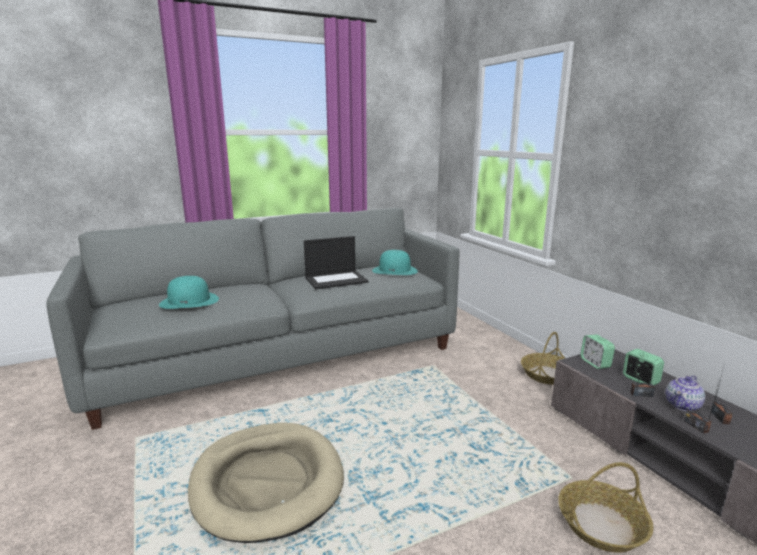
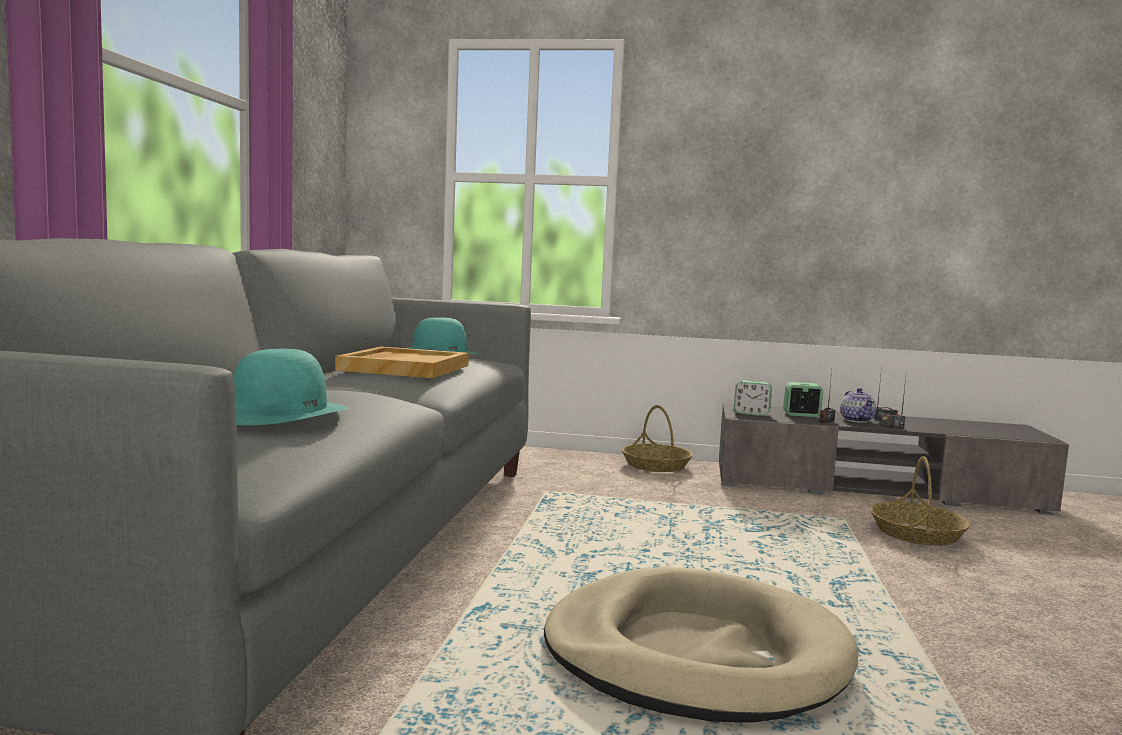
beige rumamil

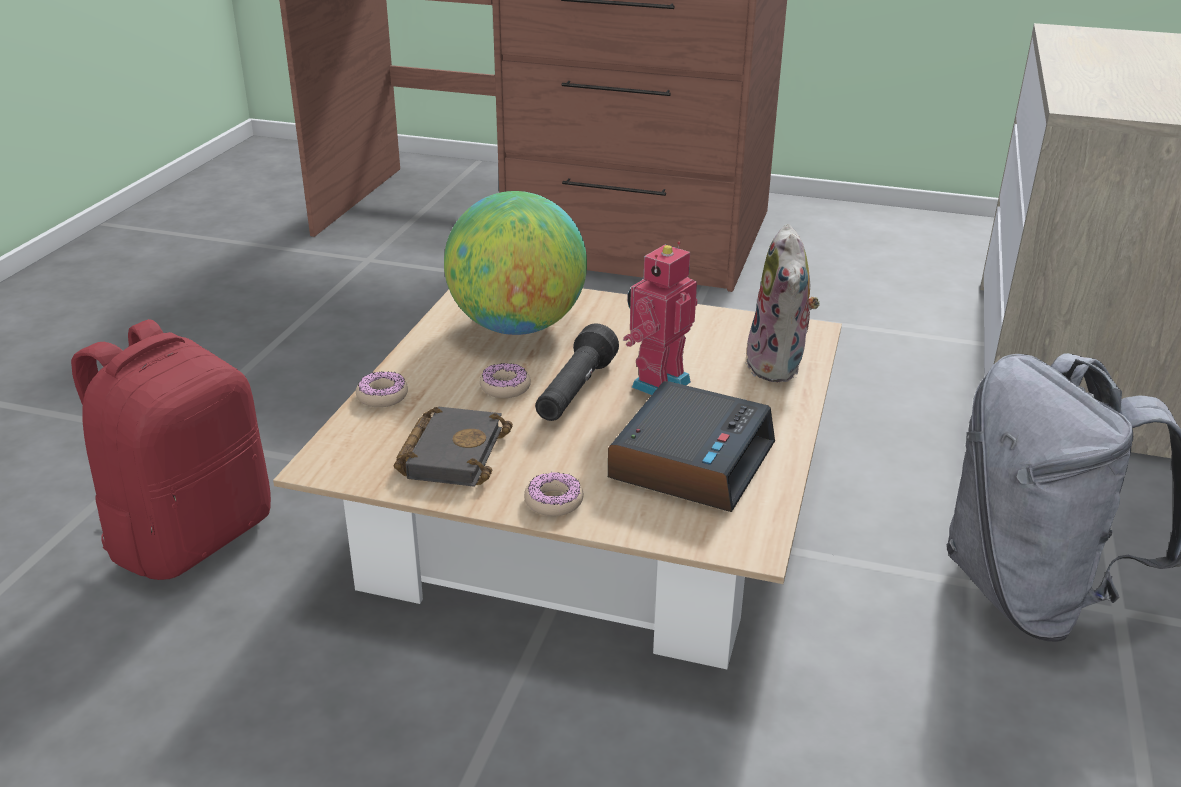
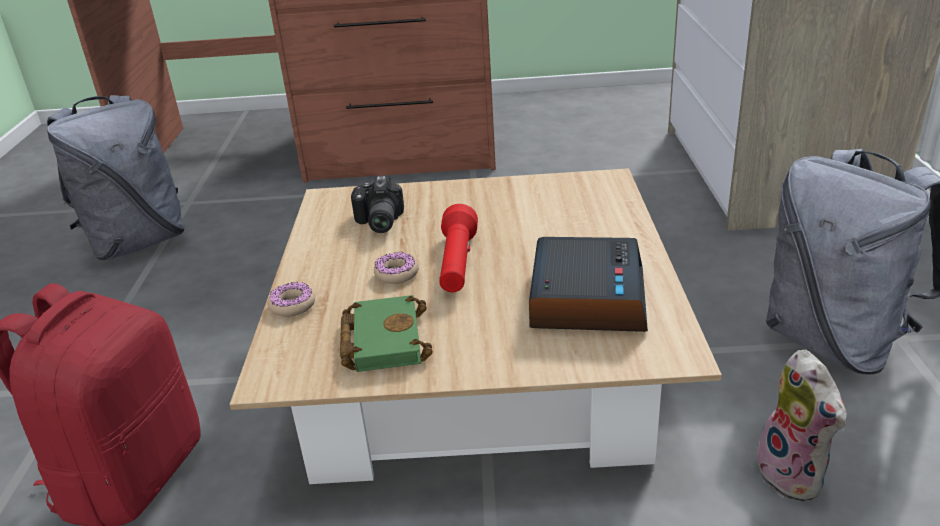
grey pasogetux (no. 1 from left)
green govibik
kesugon
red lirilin
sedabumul
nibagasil (no. 3 from left in the first image)
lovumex

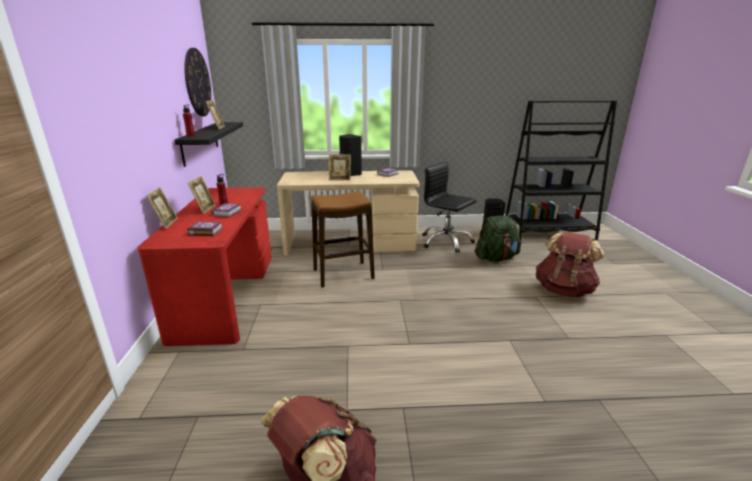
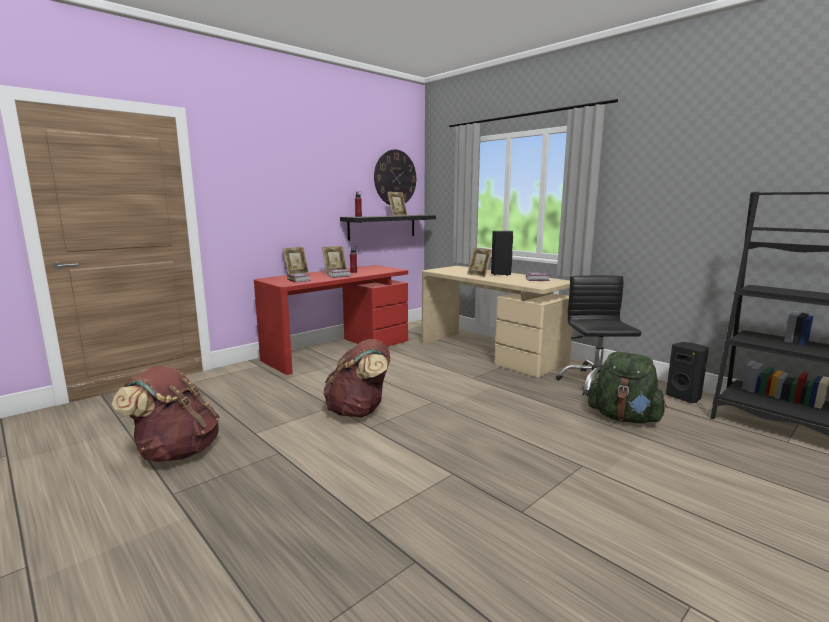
brown pasogetux (no. 2 from left)
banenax

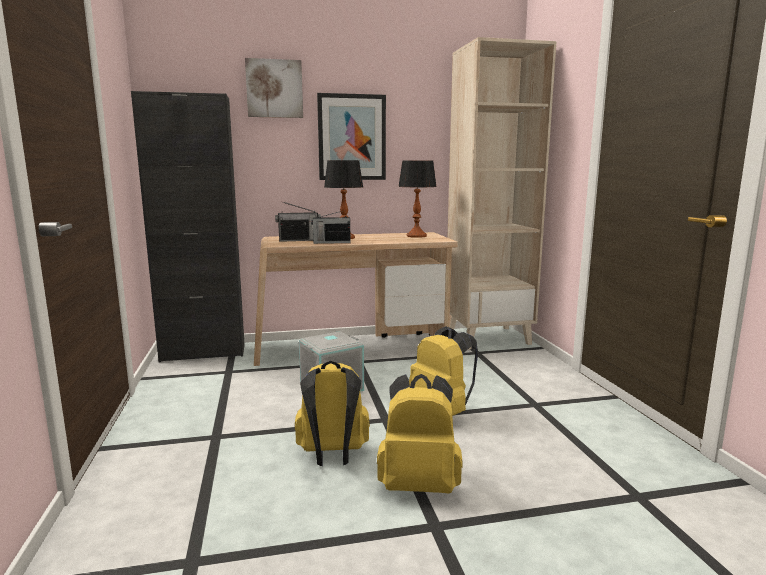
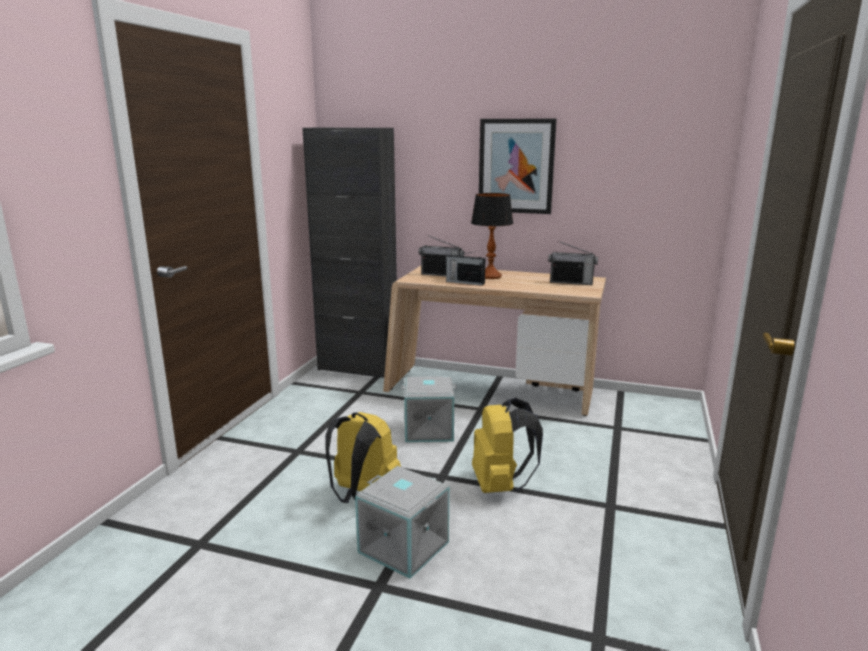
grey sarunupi (no. 1 from left)
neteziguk (no. 3 from left)
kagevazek (no. 1 from left in the first image)
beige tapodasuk

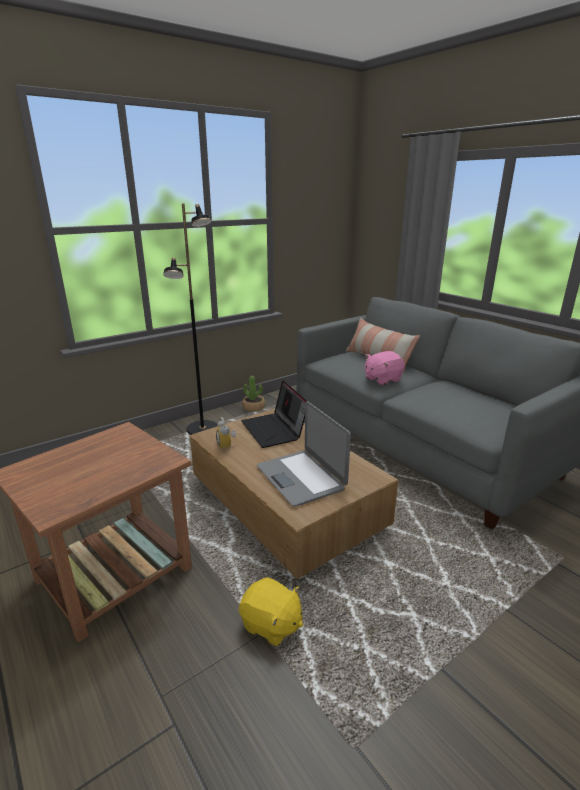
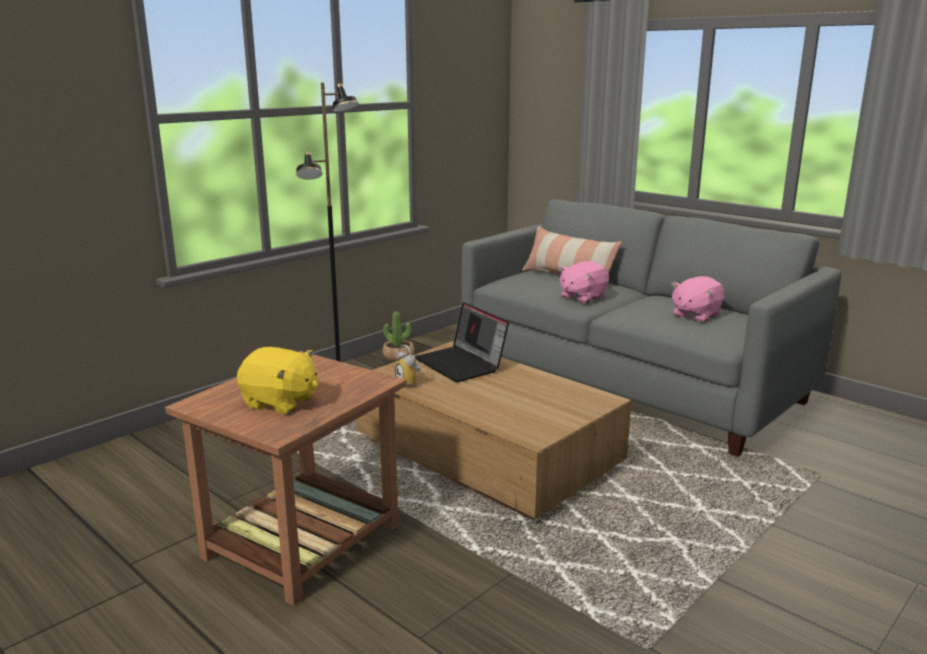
yellow sedabumul
pink sedabumul (no. 2 from left)
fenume (no. 2 from left in the first image)

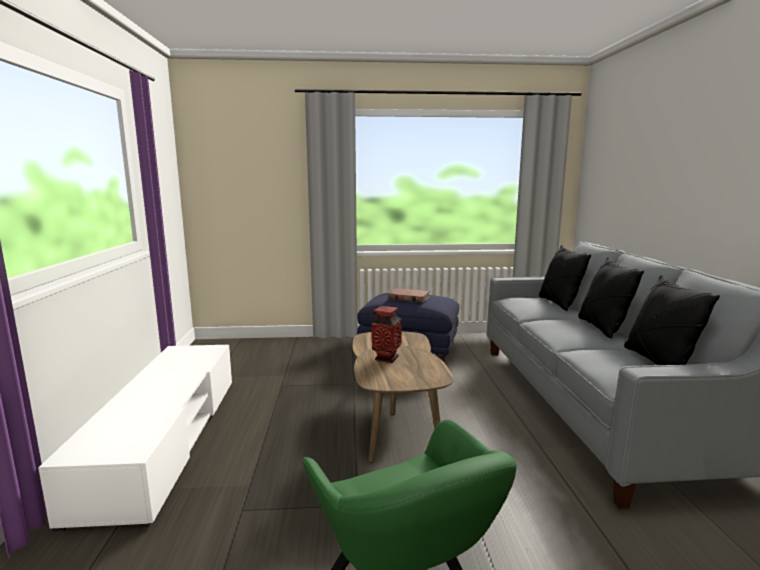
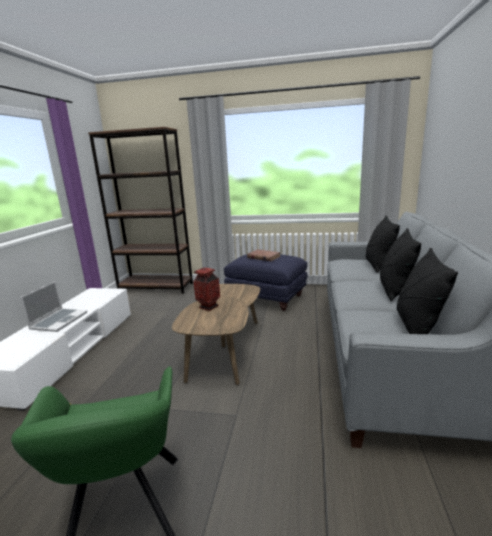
fenume
brown tapodasuk

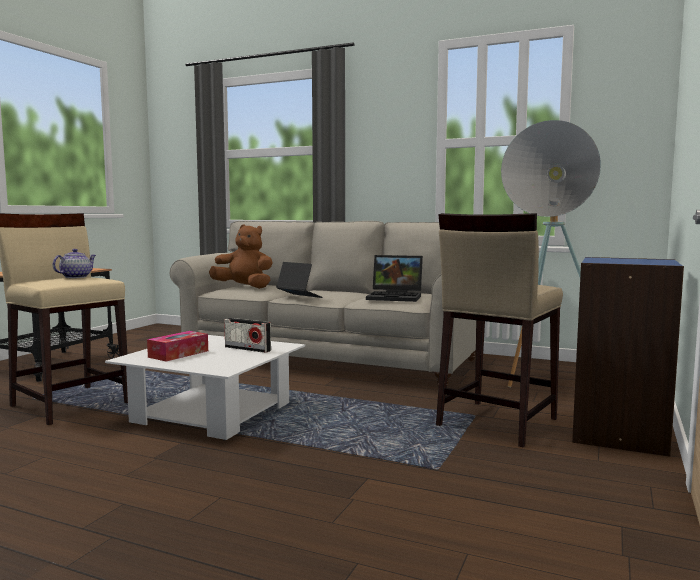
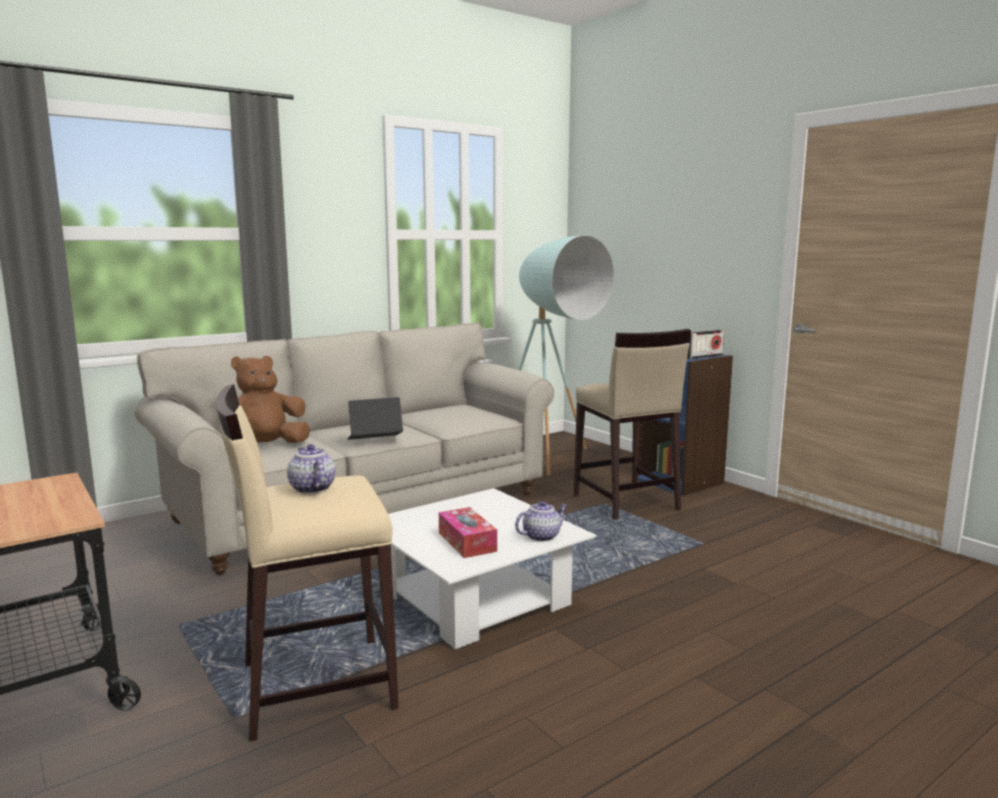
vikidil (no. 2 from left)
neteziguk
fenume (no. 2 from left in the first image)

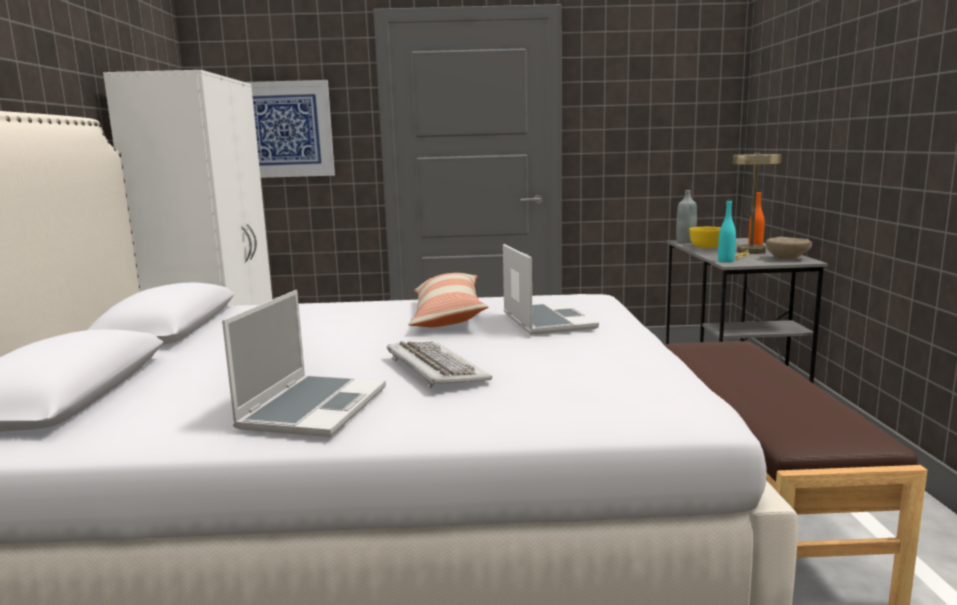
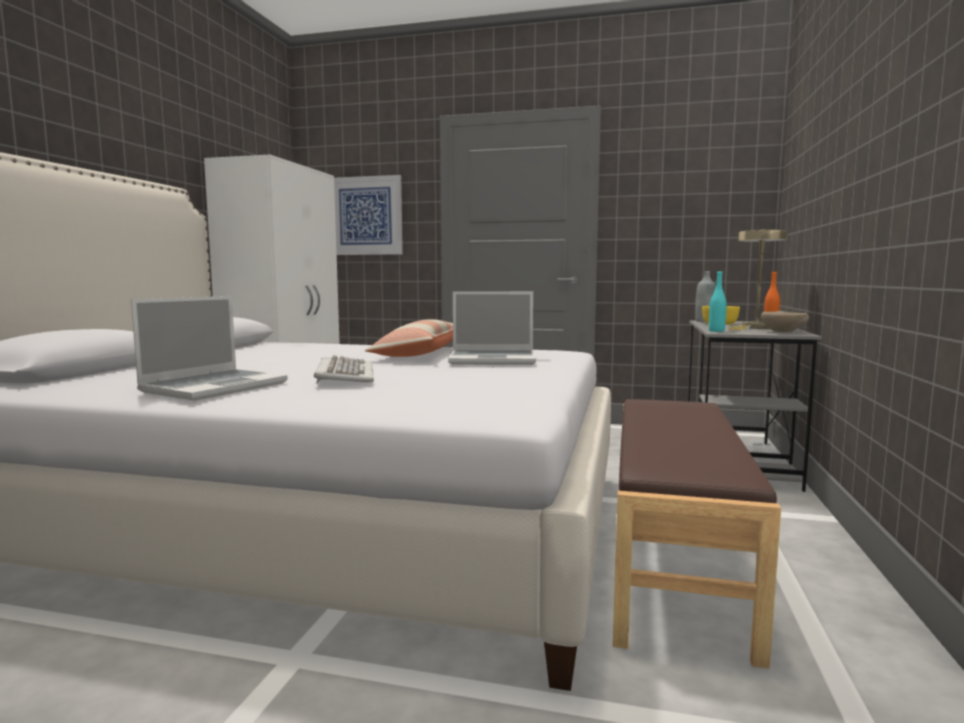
fenume (no. 2 from left)

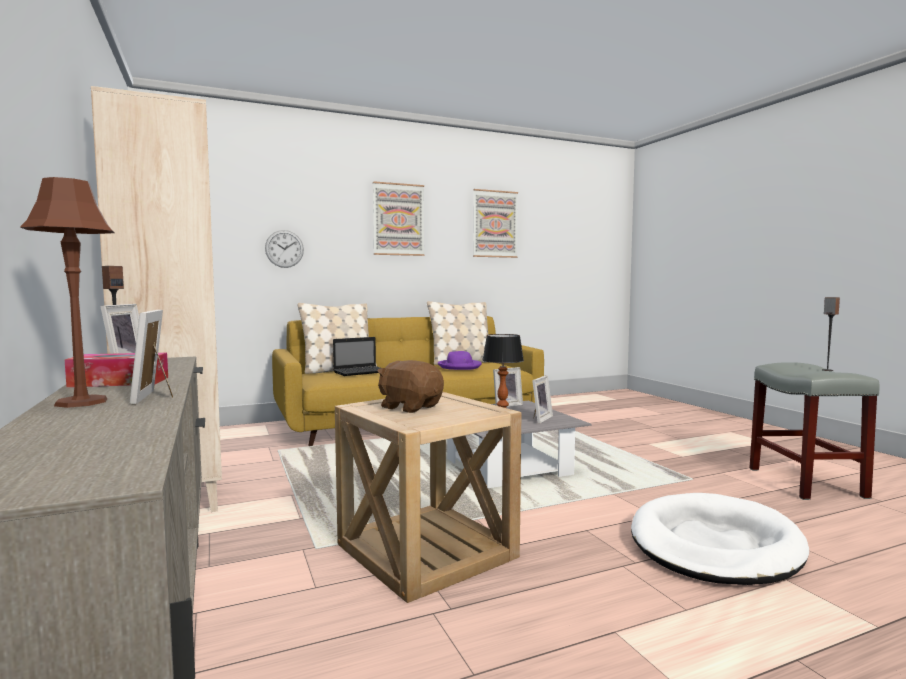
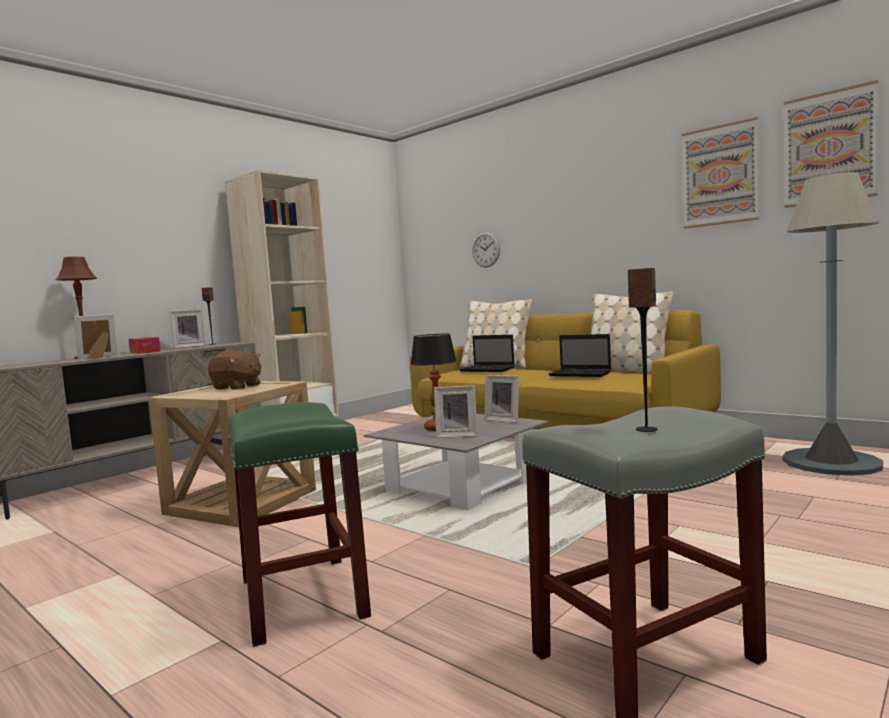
brown sedabumul
green banenax
fenume (no. 2 from left)
kagevazek (no. 2 from left)
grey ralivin

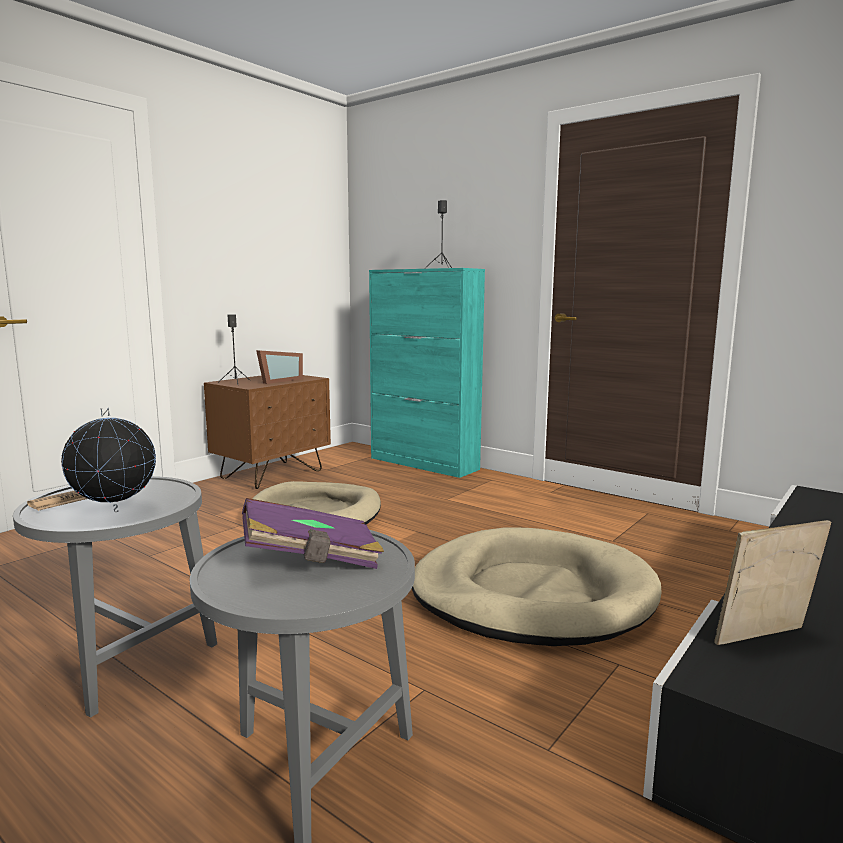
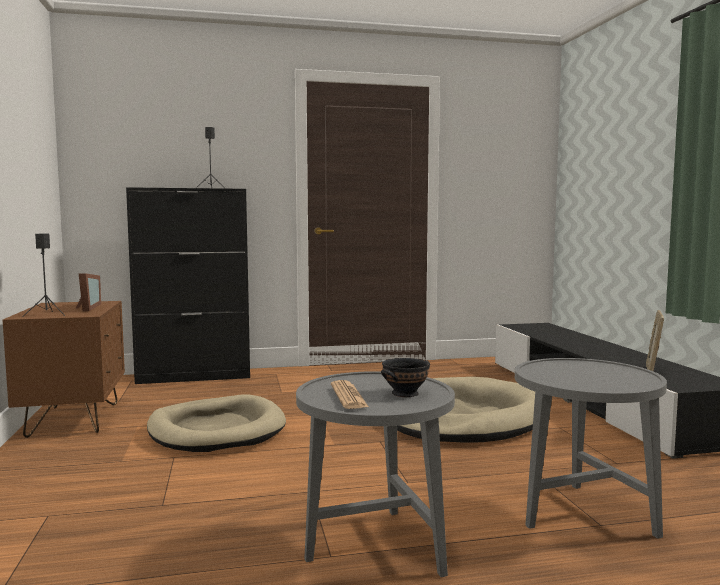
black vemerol
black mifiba
purple govibik

